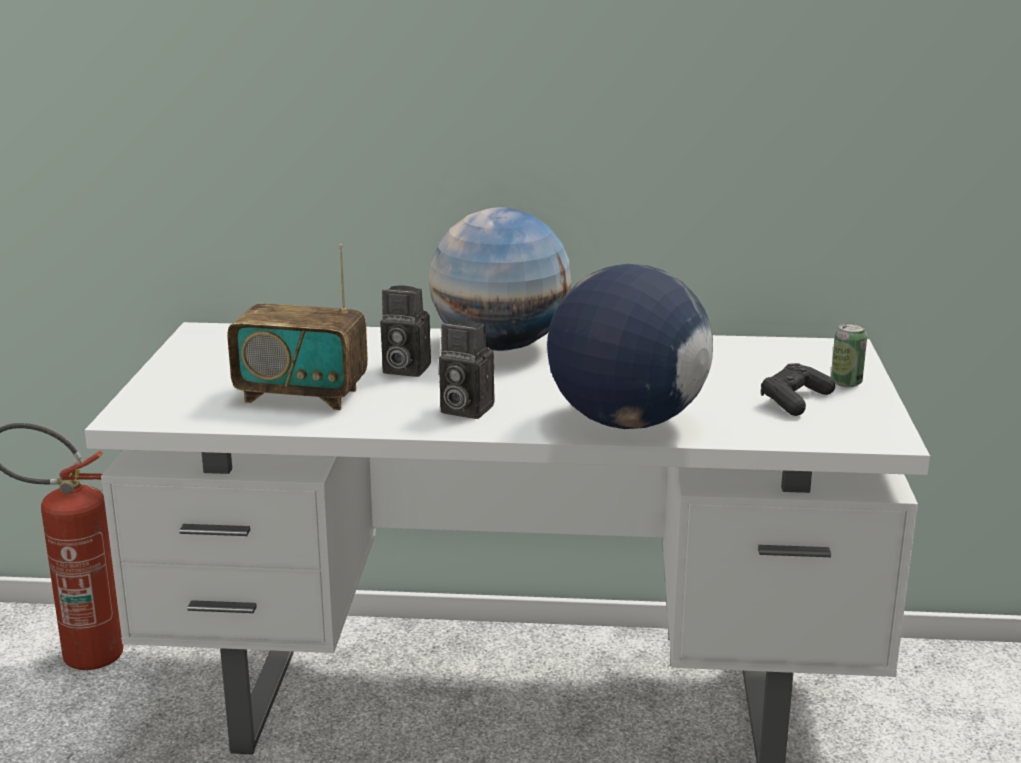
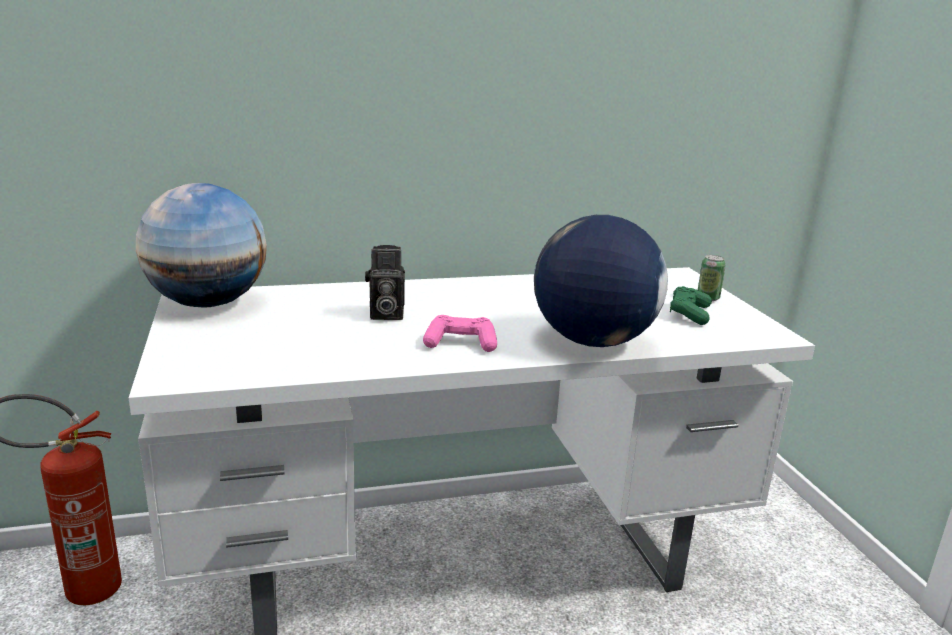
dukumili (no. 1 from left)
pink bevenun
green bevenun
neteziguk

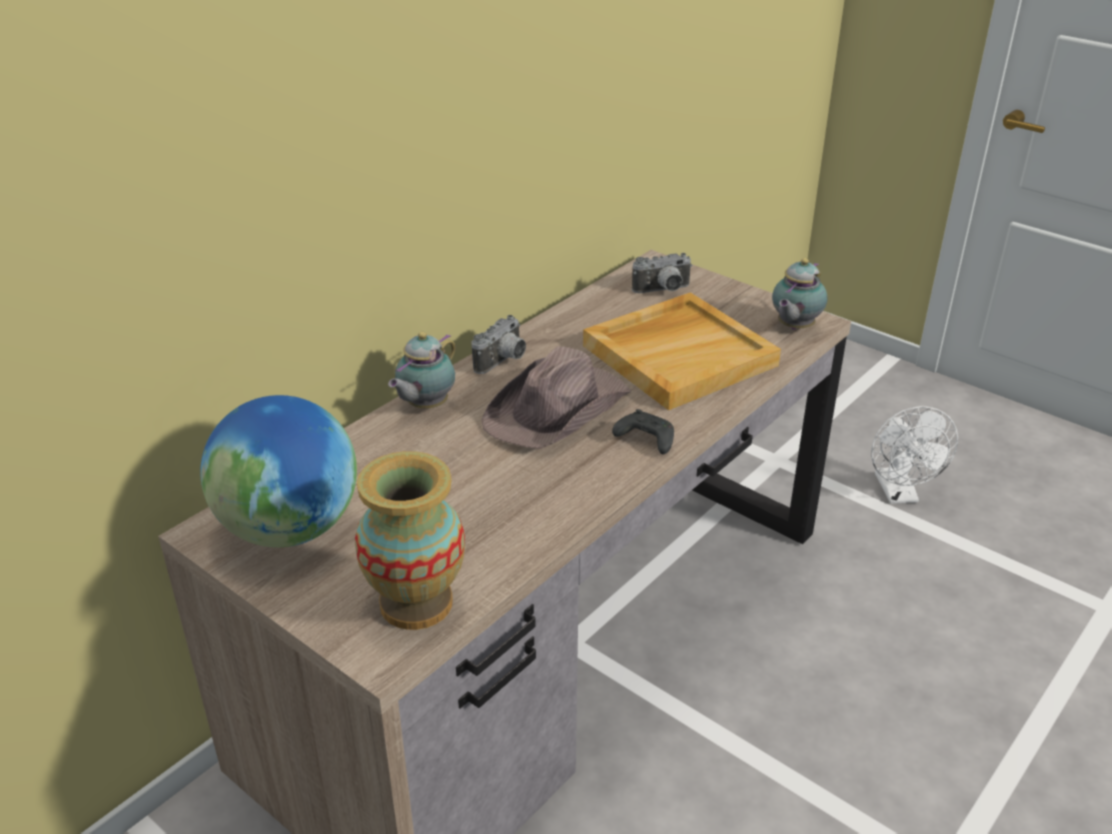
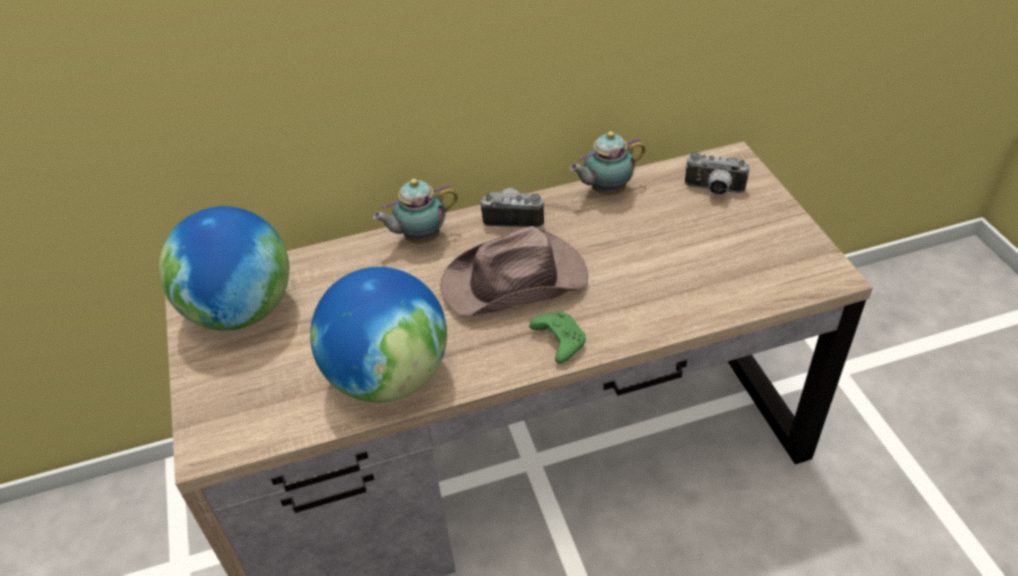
dukumili (no. 2 from left)
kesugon (no. 1 from left)
green bevenun
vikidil (no. 2 from left)
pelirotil
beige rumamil
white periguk

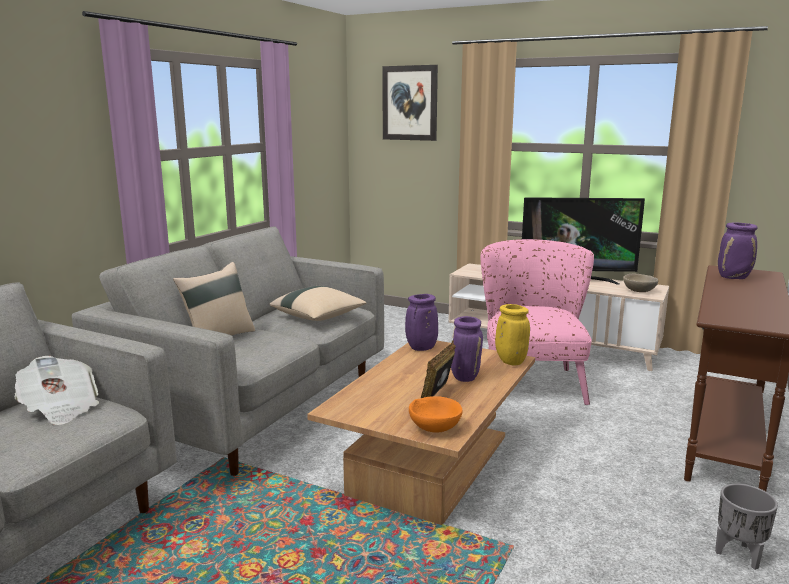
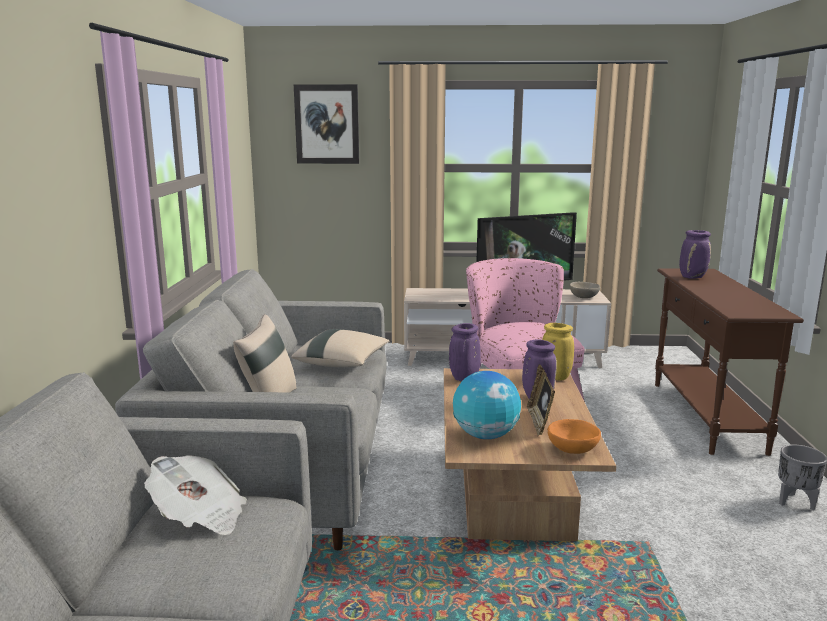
dukumili

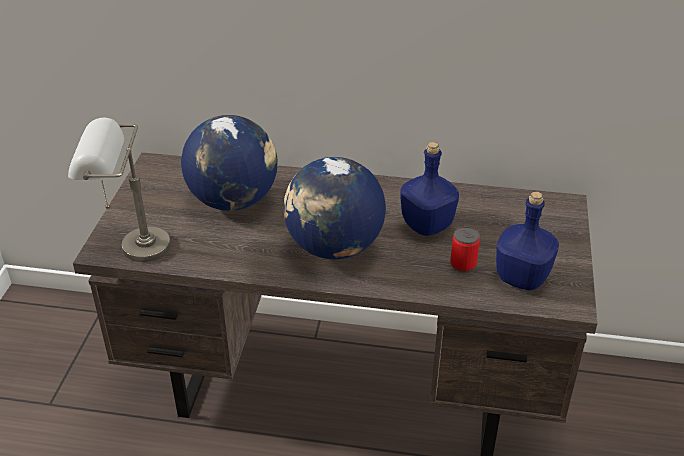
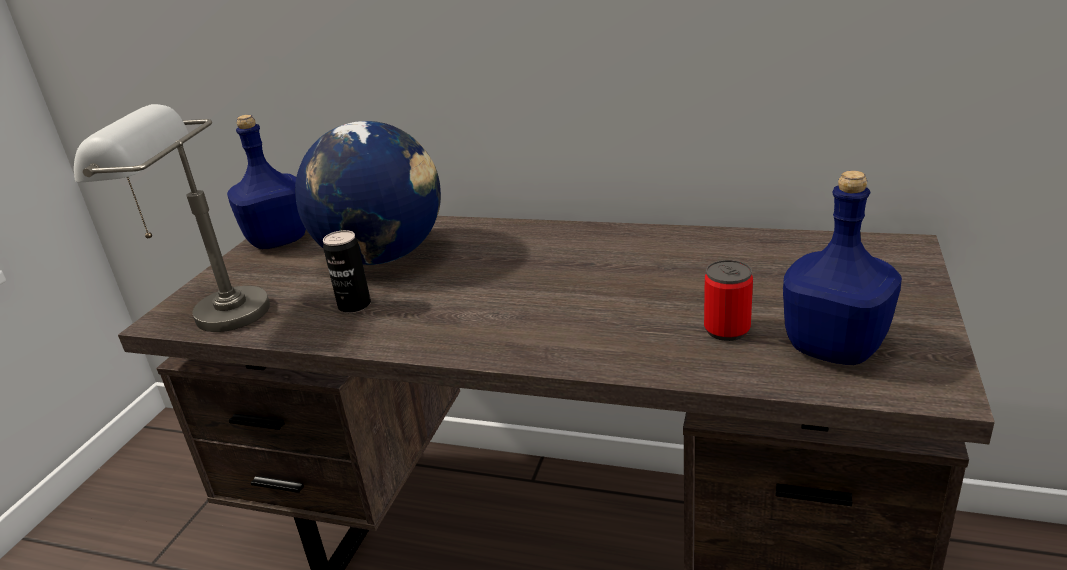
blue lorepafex (no. 1 from left)
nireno (no. 1 from left)
dukumili (no. 2 from left in the first image)

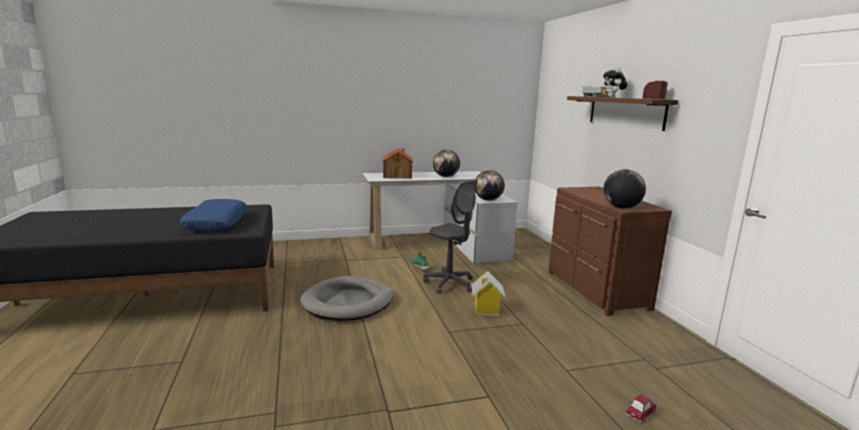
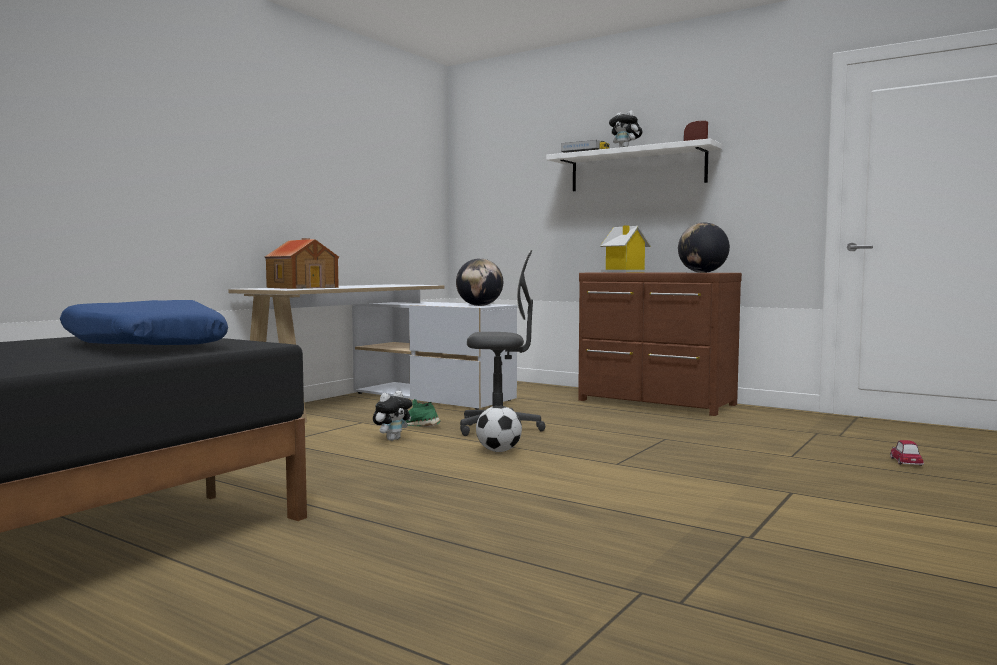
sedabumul (no. 1 from left)
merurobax
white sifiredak
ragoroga (no. 2 from left)
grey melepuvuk
dukumili (no. 1 from left in the first image)

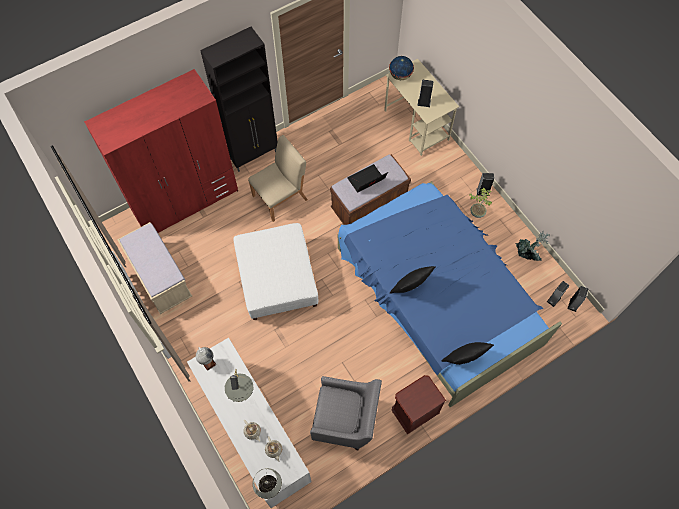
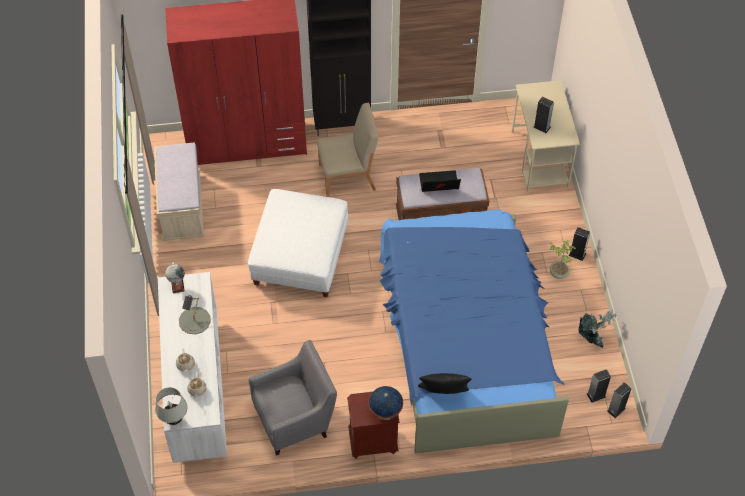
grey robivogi
dukumili (no. 2 from left)
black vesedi (no. 1 from left in the first image)

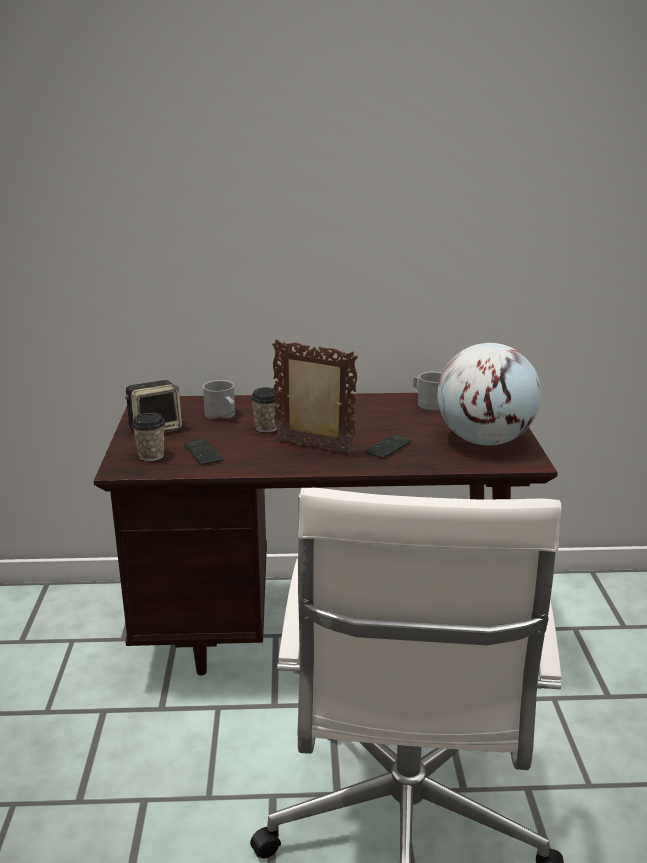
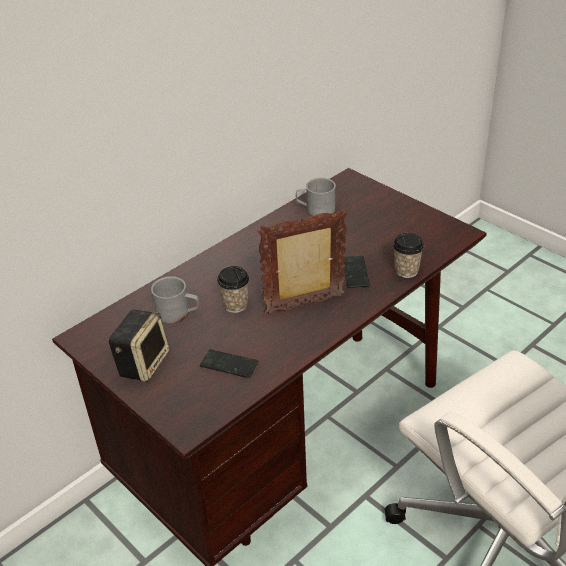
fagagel (no. 2 from left)
dukumili

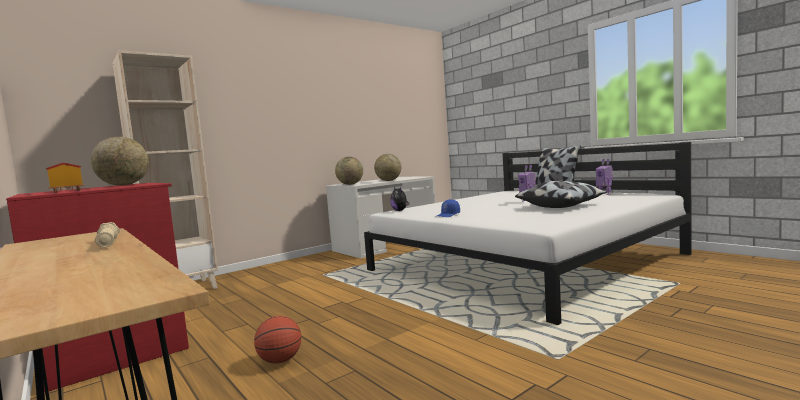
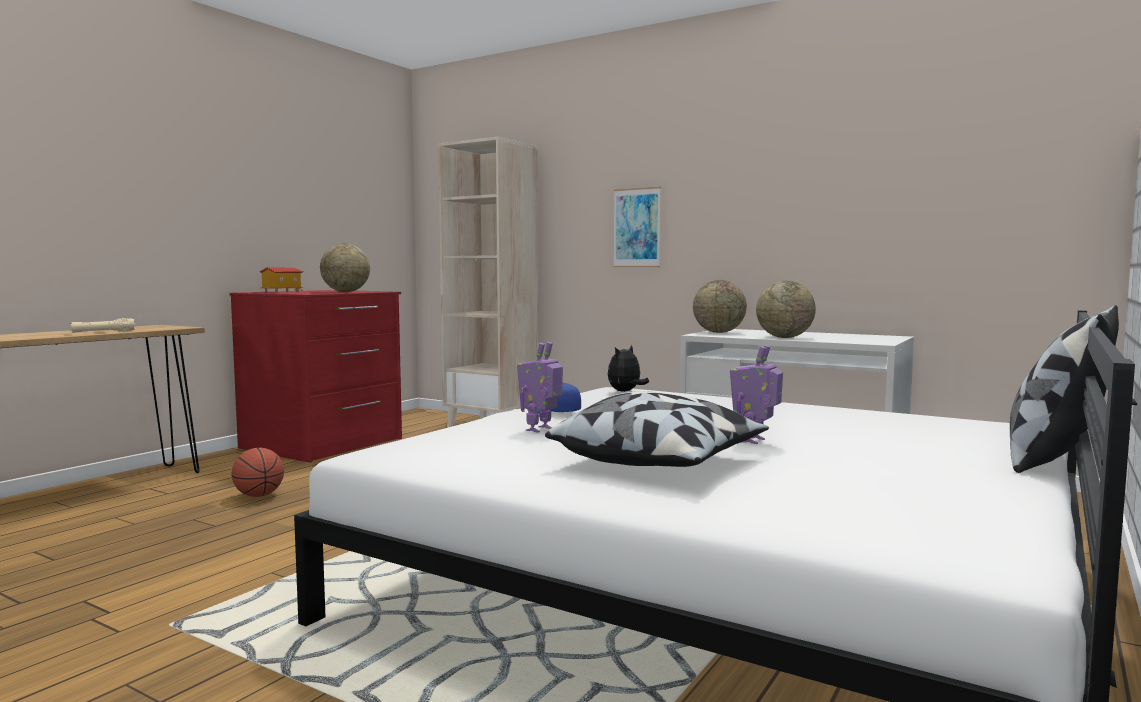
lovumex (no. 1 from left)
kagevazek

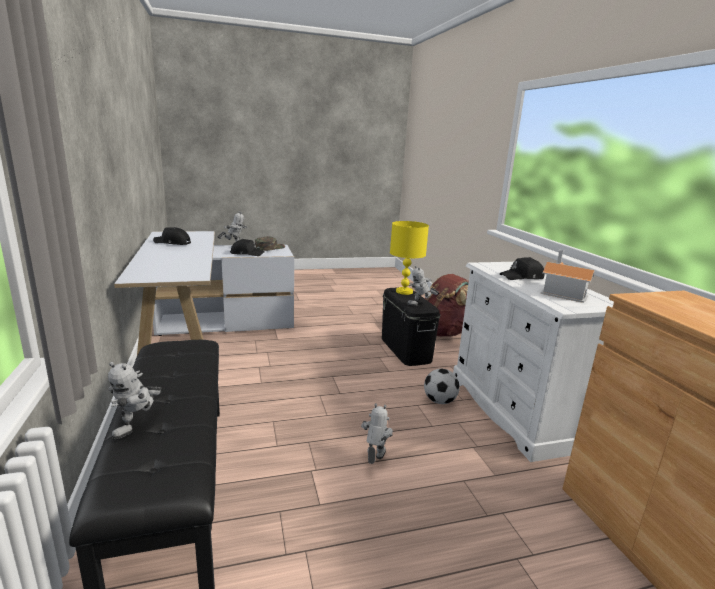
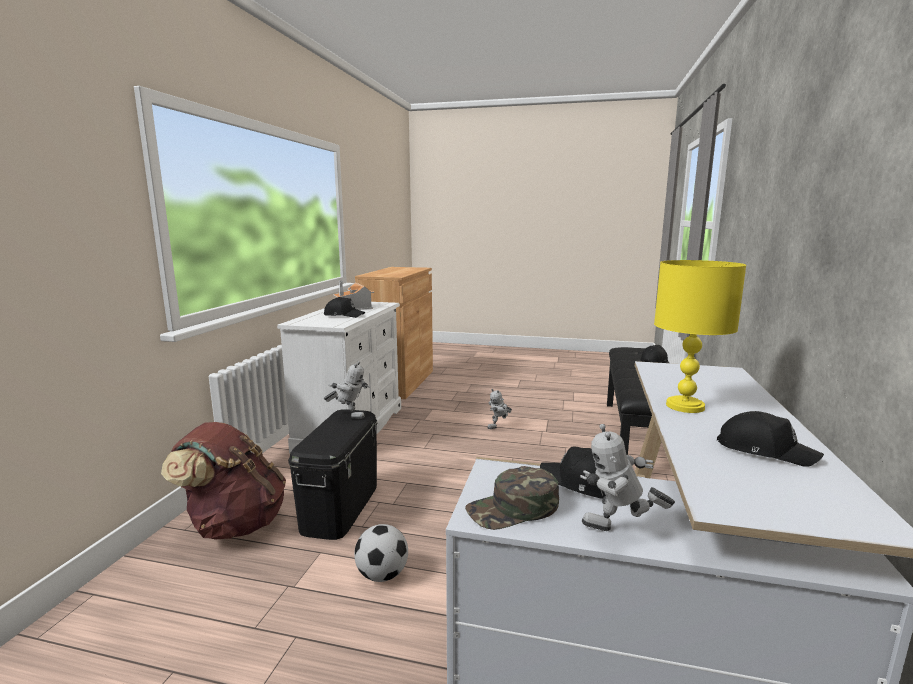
merurobax
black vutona (no. 3 from left)
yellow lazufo

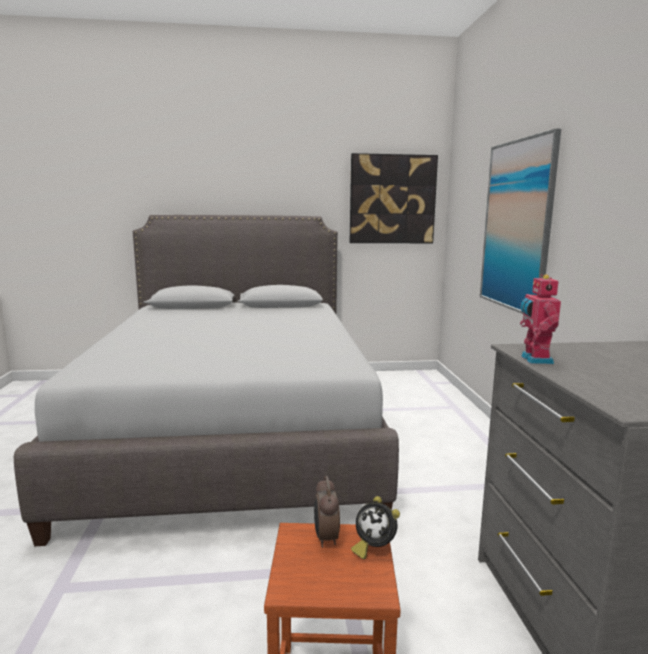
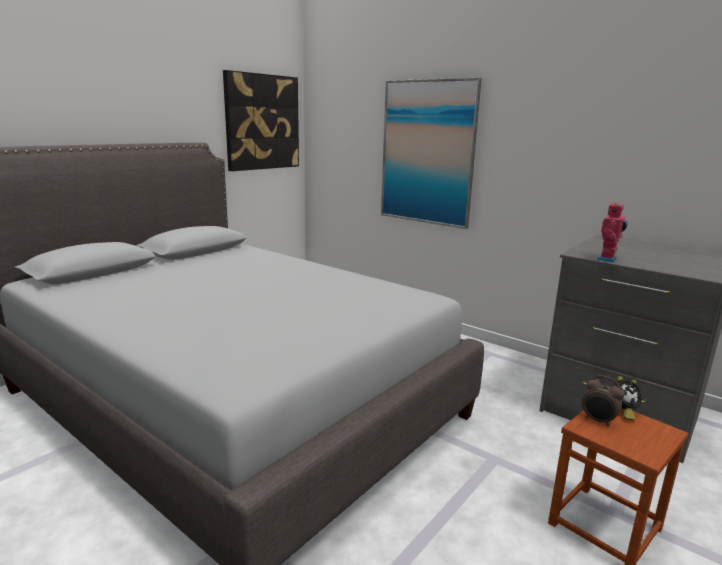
lovumex

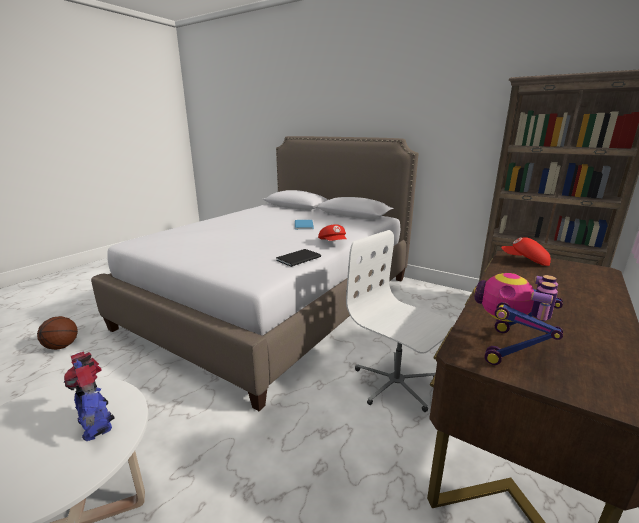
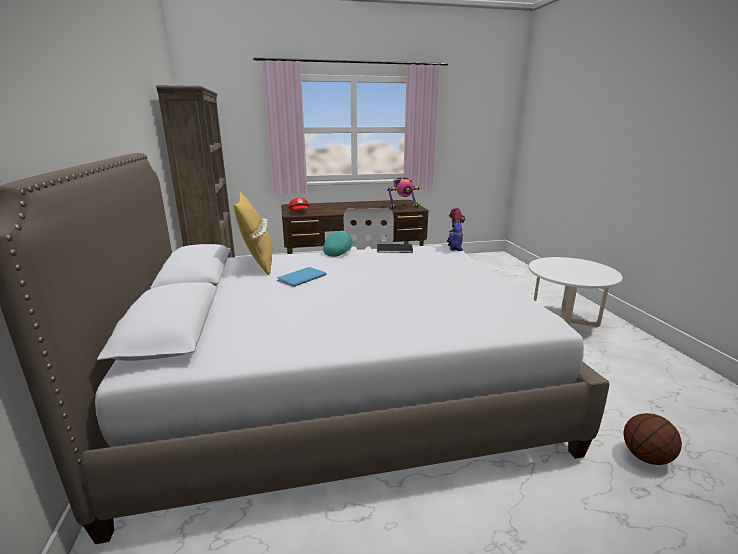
yellow vesedi
turquoise vutona
lovumex (no. 2 from left)

